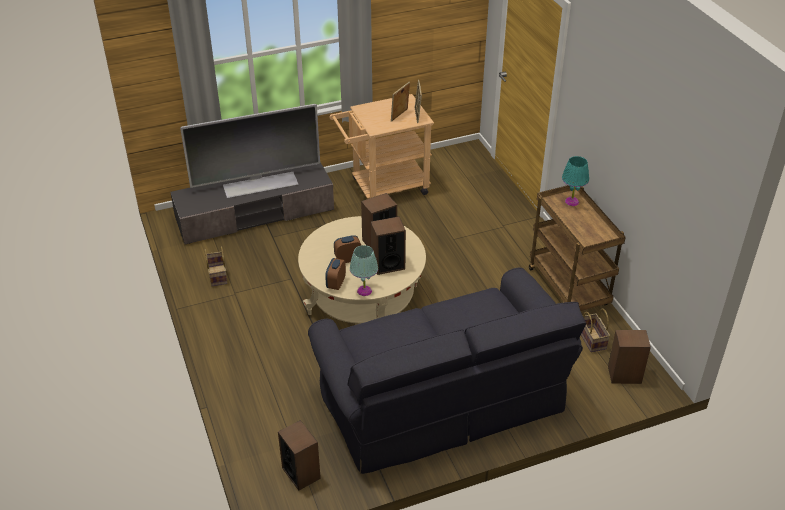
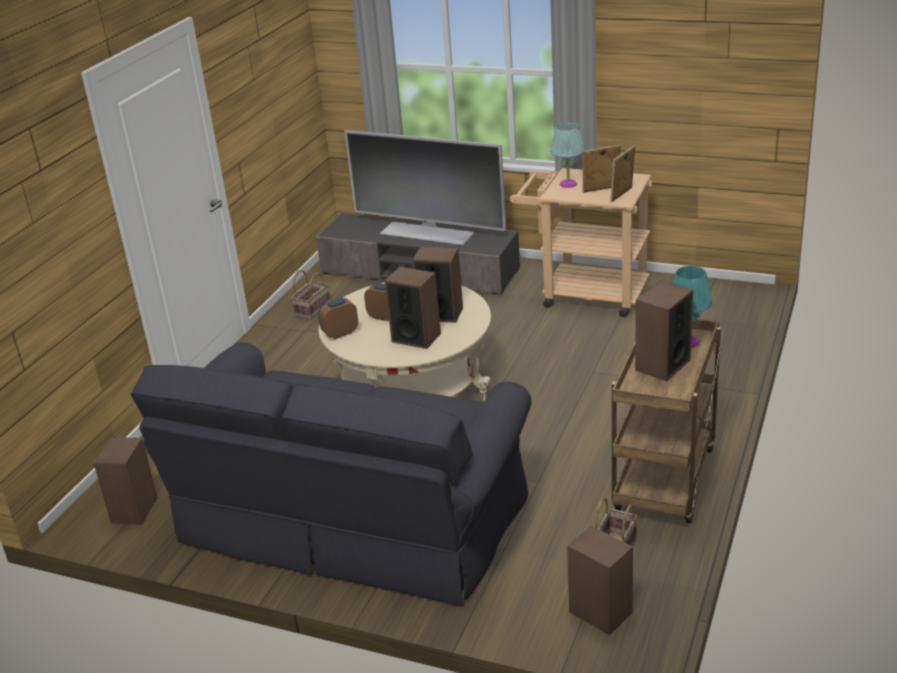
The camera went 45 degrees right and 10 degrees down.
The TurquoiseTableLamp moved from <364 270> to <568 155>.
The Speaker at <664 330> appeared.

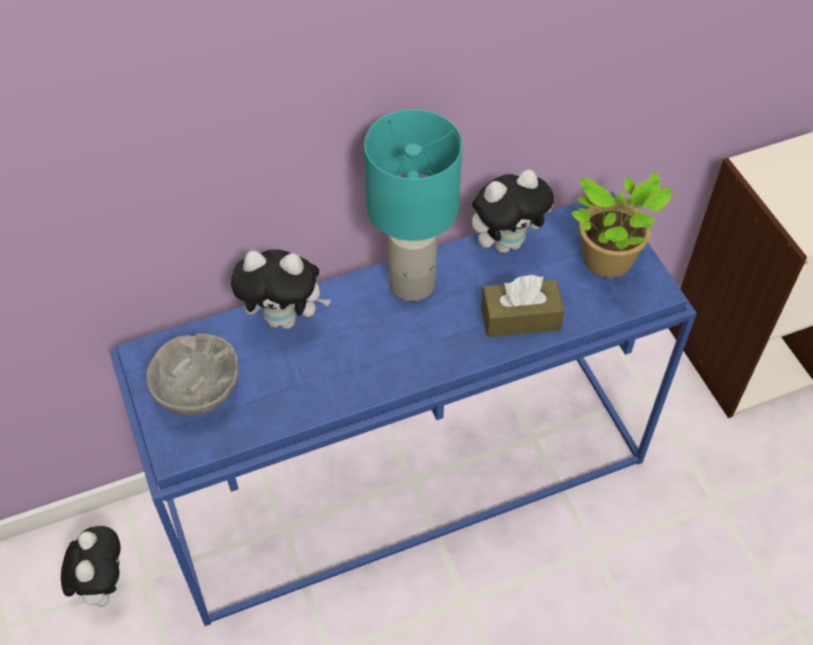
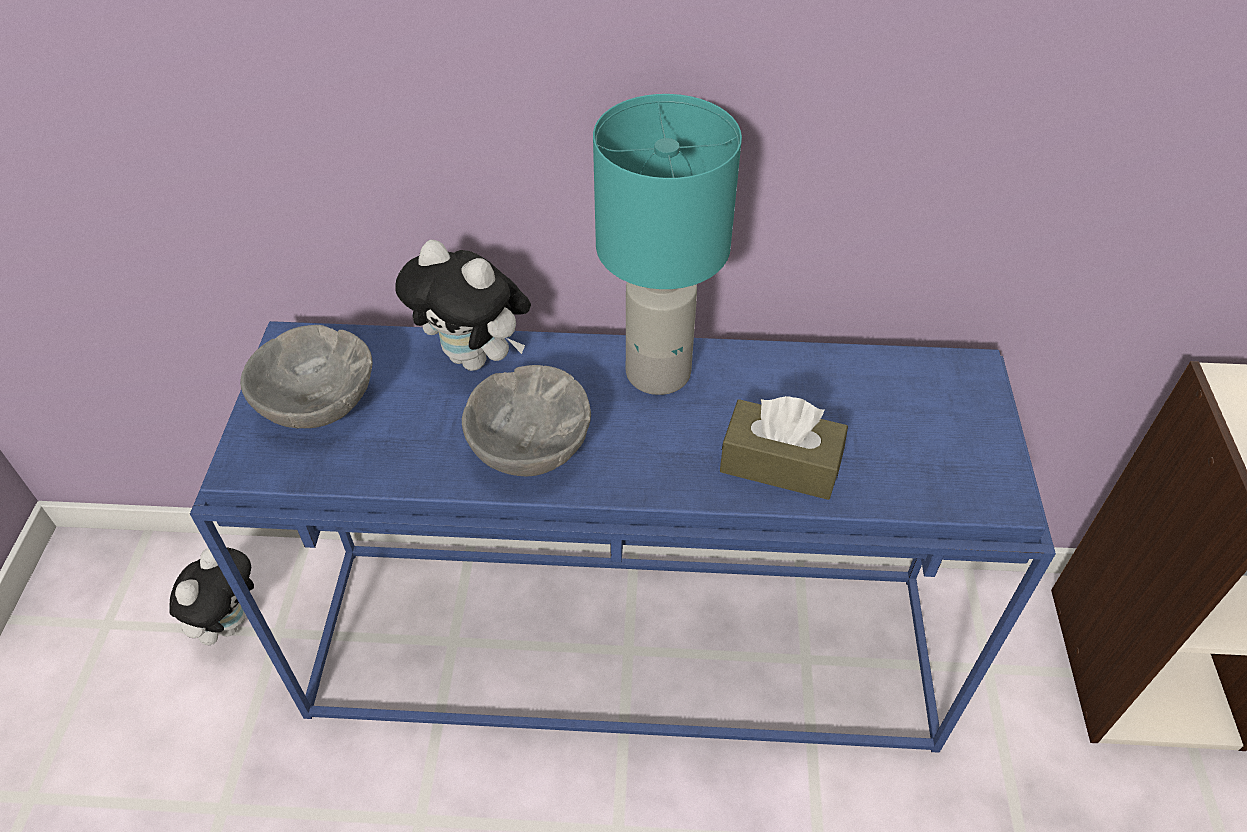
The camera went 25 degrees right and 5 degrees down.
The GreyBowl at <526 420> appeared.
The PlushToy at <513 211> disappeared.
The PottedPlant at <622 225> disappeared.

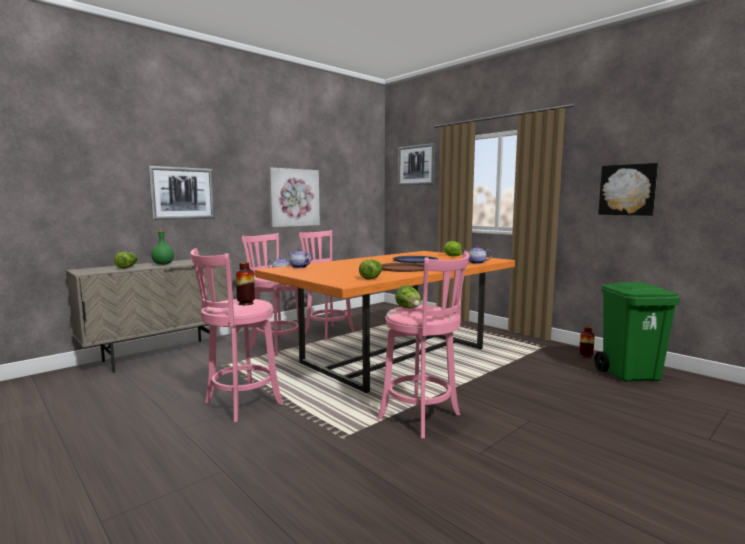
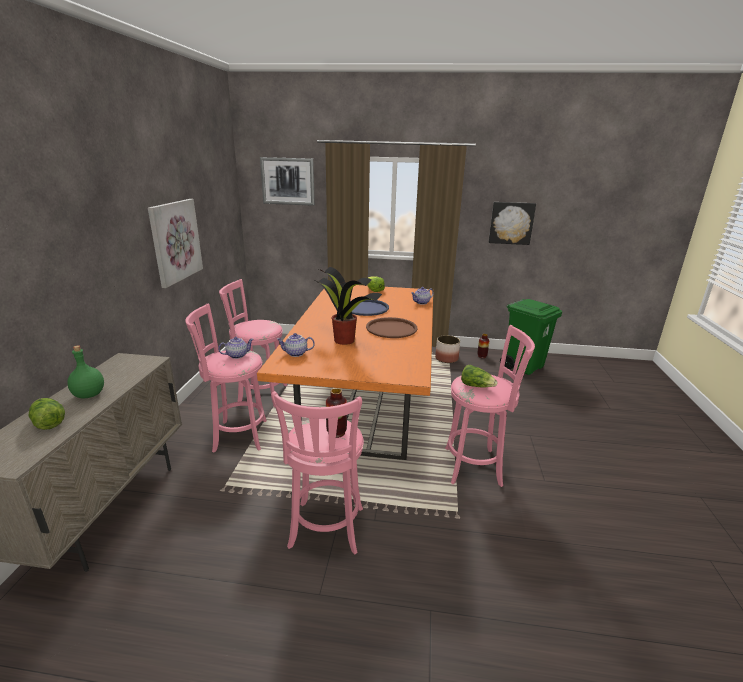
The camera went 40 degrees left and 15 degrees up.
The PottedPlant at <347 305> appeared.
The Planter at <447 349> appeared.
The Picture at <181 193> disappeared.
The Lettuce at <371 269> disappeared.

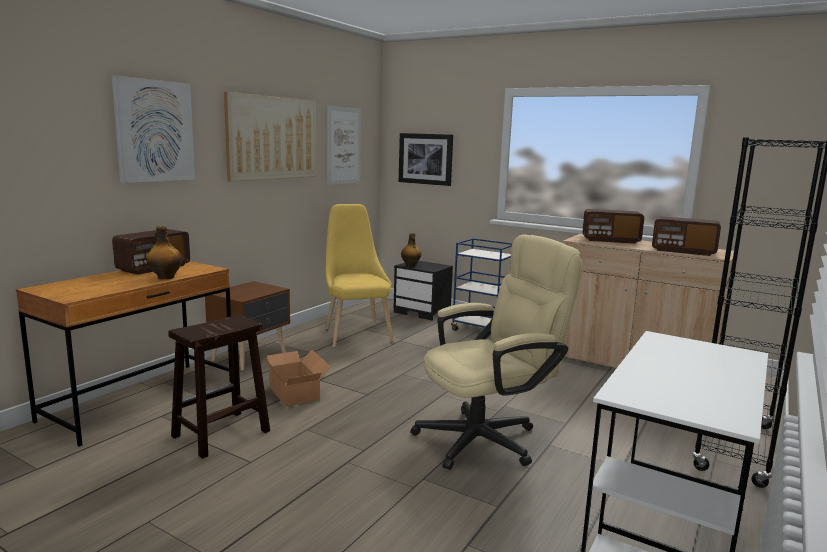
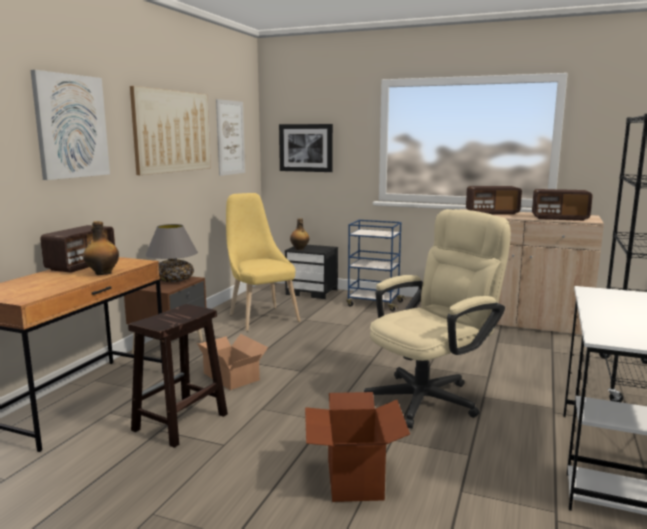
The camera went 10 degrees left and 0 degrees up.
The GreyTableLamp at <171 253> appeared.
The CardboardBox at <357 447> appeared.

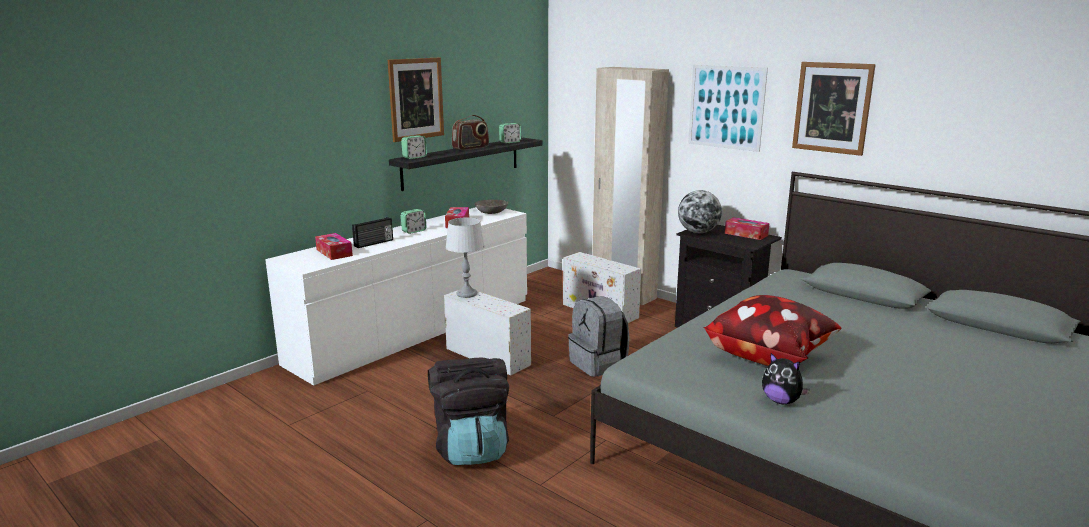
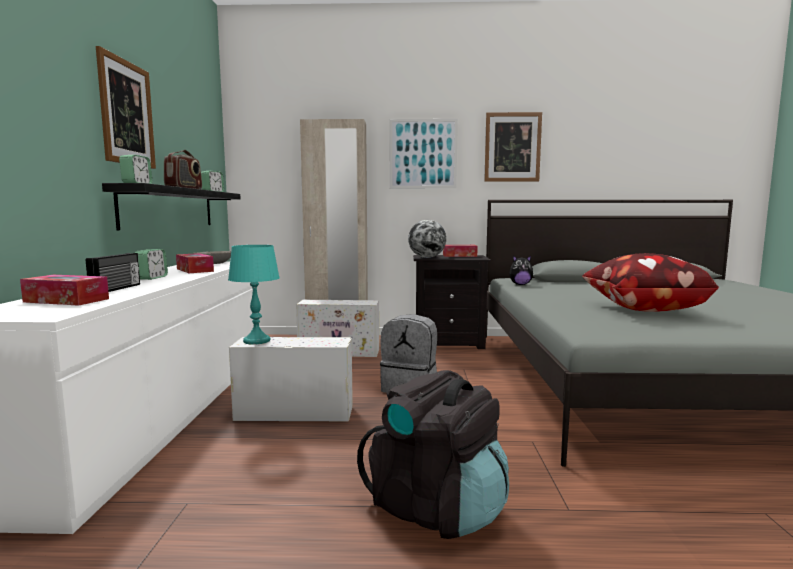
The camera went 40 degrees left and 10 degrees down.
The GreyTableLamp at <465 258> became the TurquoiseTableLamp at <254 295>.
The PlushToy moved from <786 378> to <521 270>.

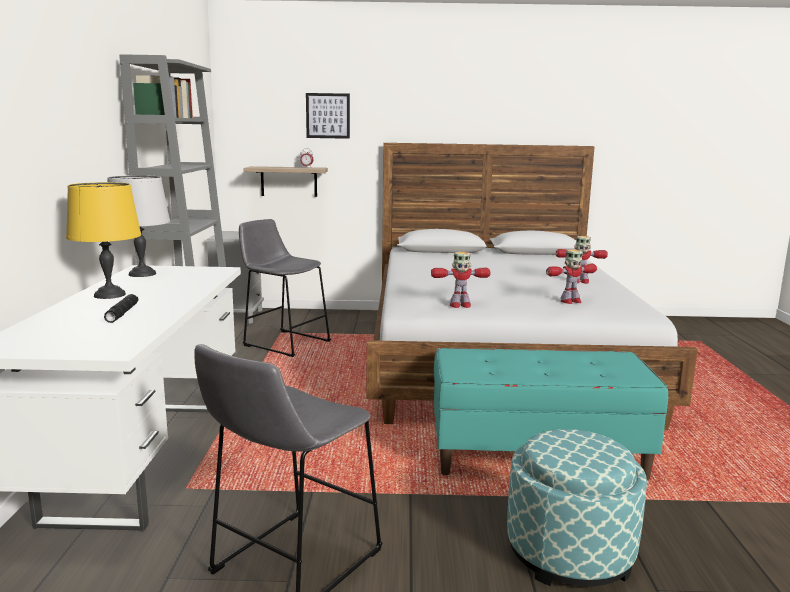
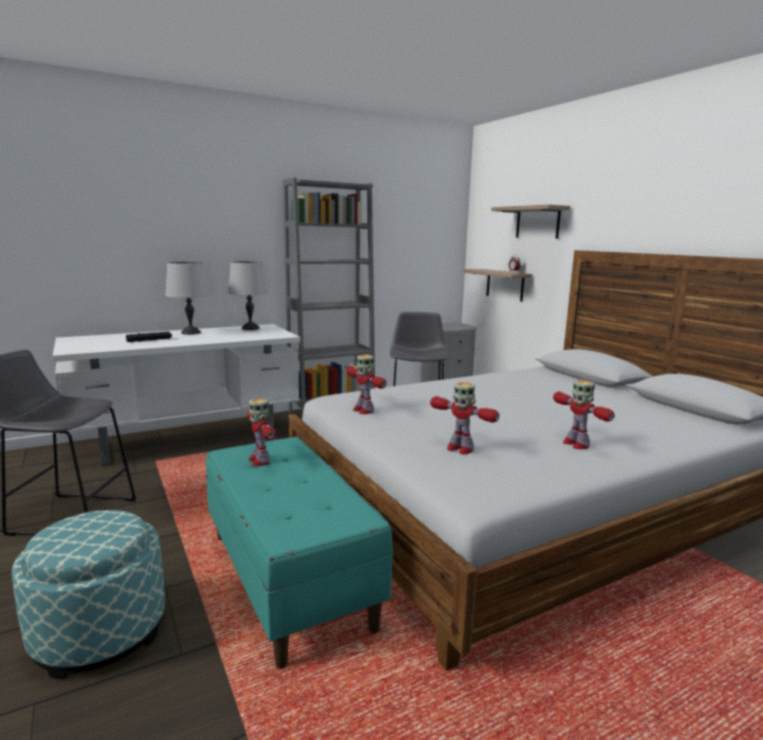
The camera went 60 degrees right and 0 degrees up.
The YellowTableLamp at <103 240> became the GreyTableLamp at <188 298>.
The ToyRobot at <261 432> appeared.
The Picture at <328 116> was replaced by the Shelf at <530 221>.

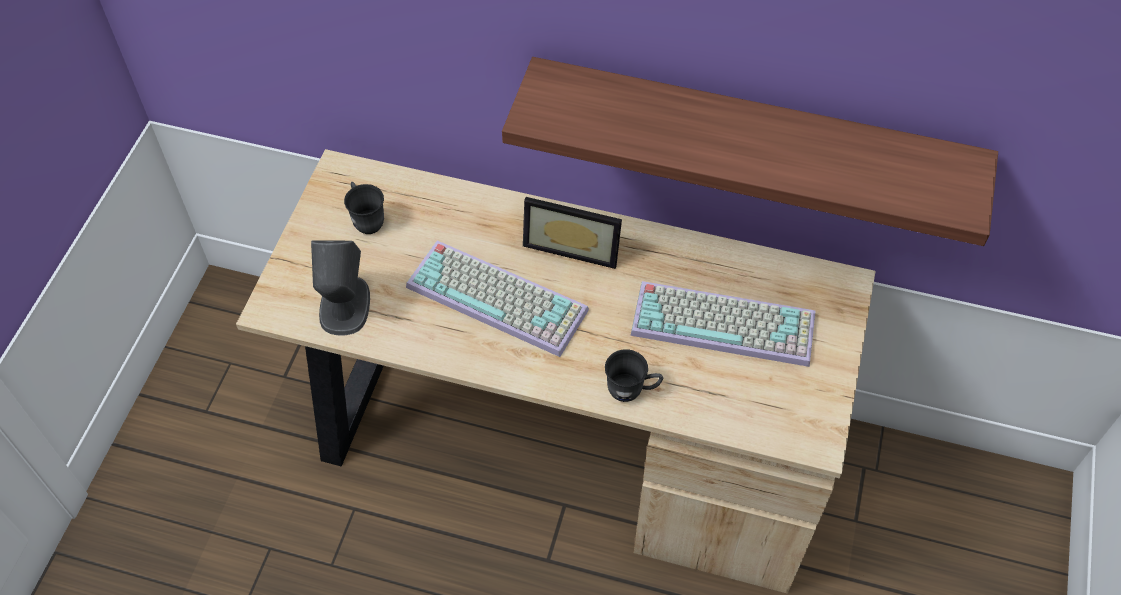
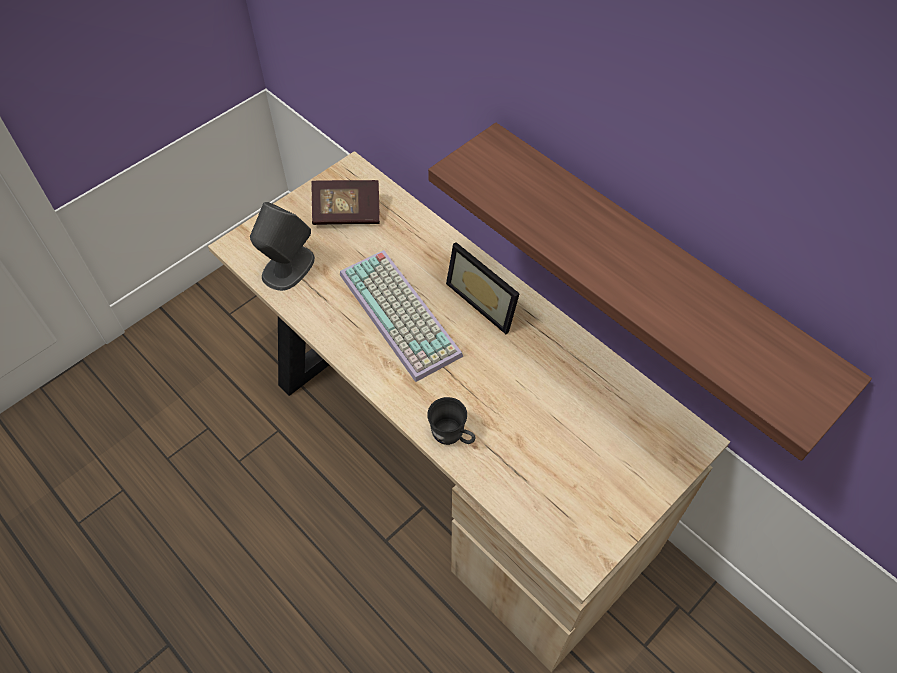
The camera went 30 degrees right and 0 degrees up.
The GreyMug at <364 208> was replaced by the Book at <345 202>.
The Keyboard at <723 324> disappeared.

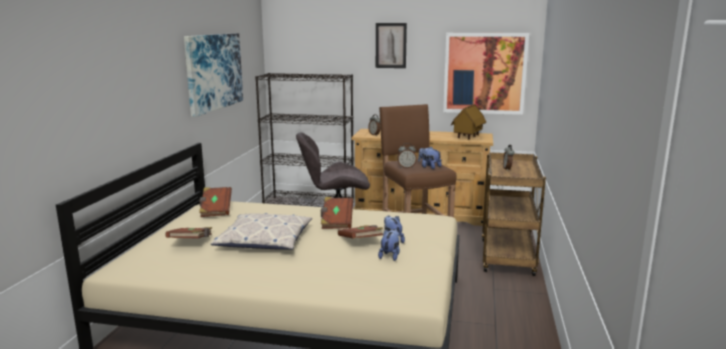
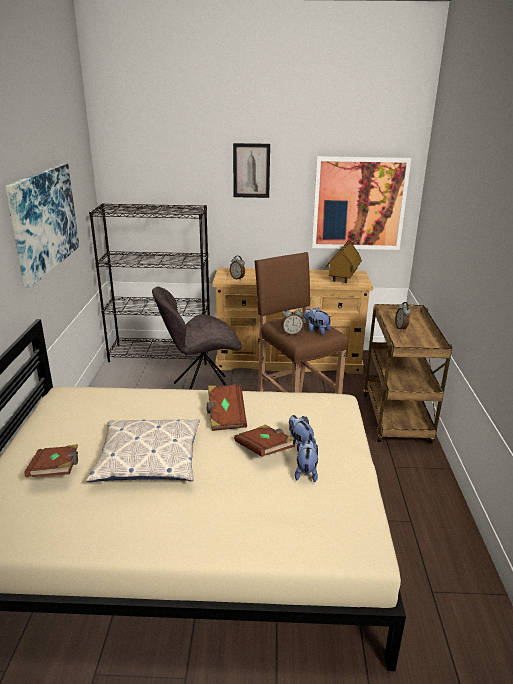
The camera went 10 degrees left and 10 degrees up.
The BrownBook at <215 202> disappeared.

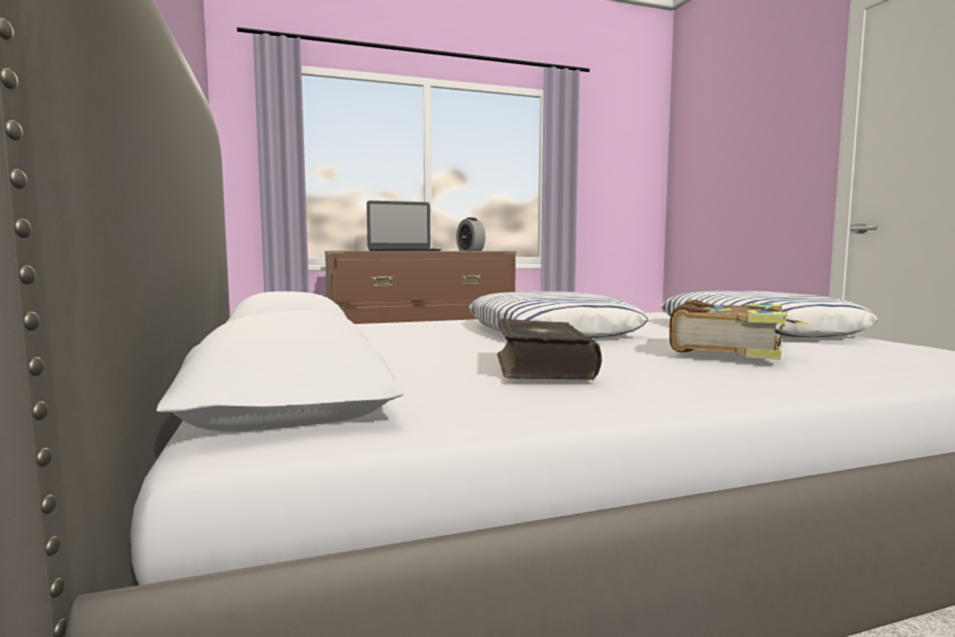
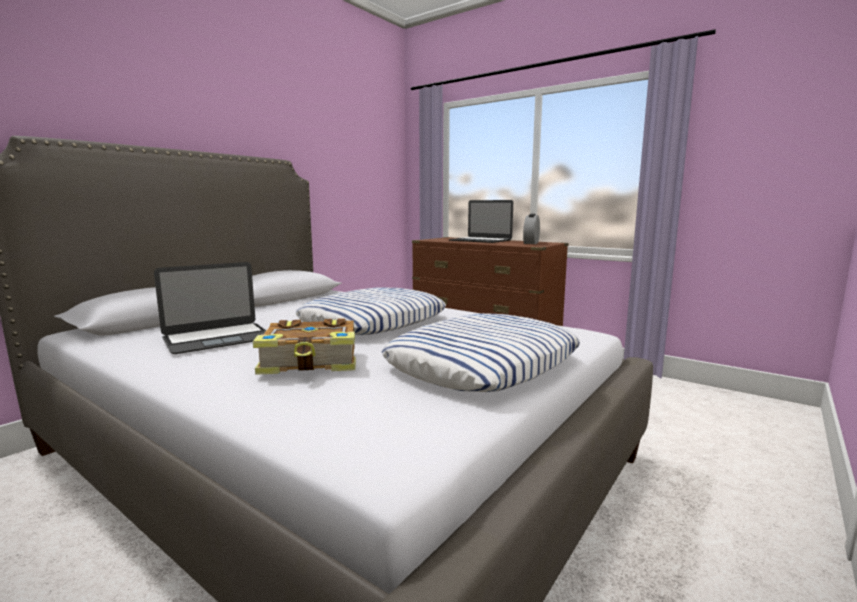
The camera went 55 degrees right and 5 degrees up.
The Book at <549 349> was replaced by the Laptop at <210 308>.

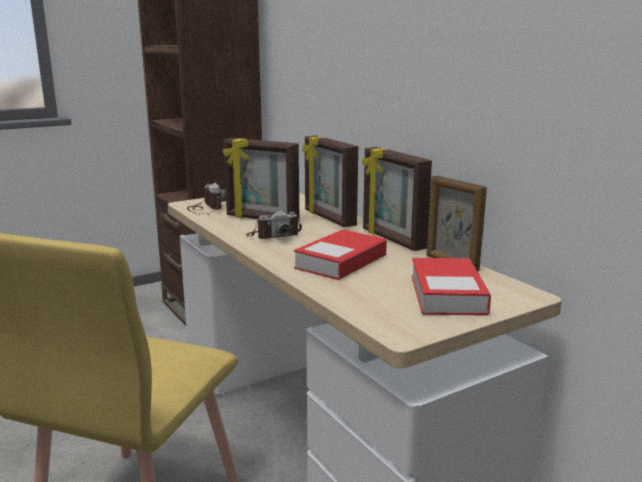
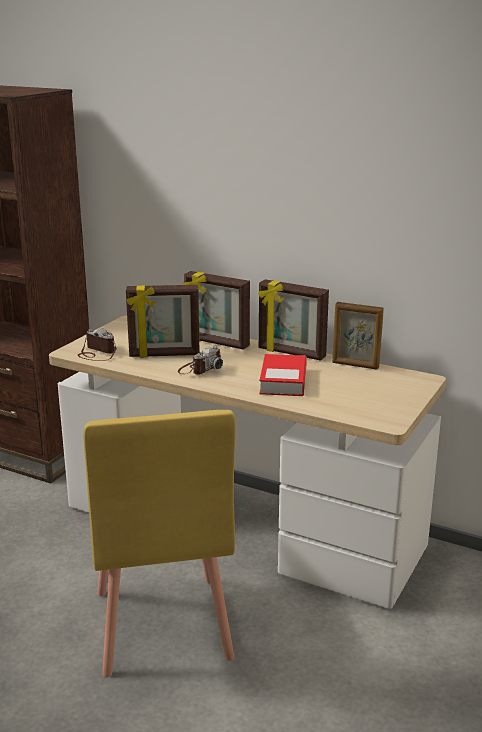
The camera went 30 degrees left and 5 degrees up.
The Book at <451 287> disappeared.

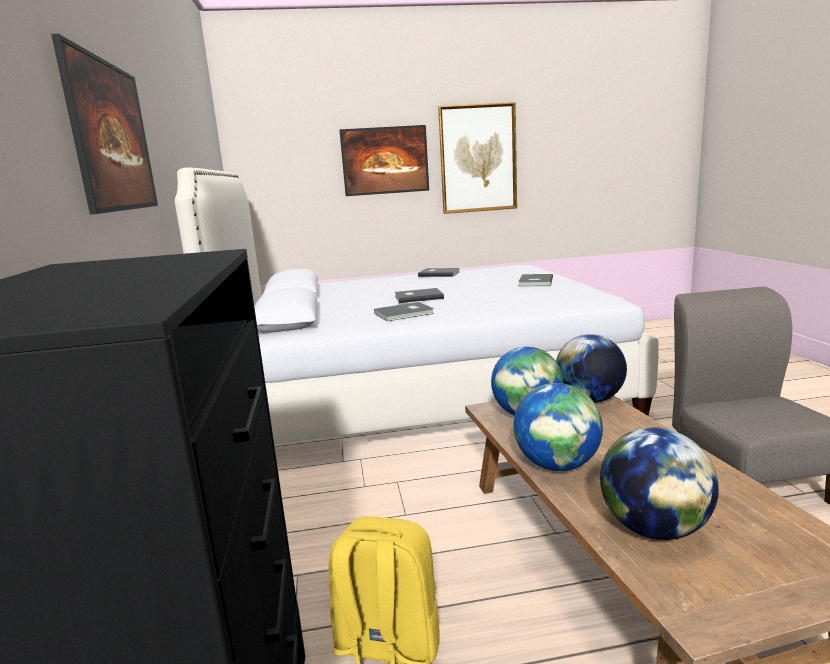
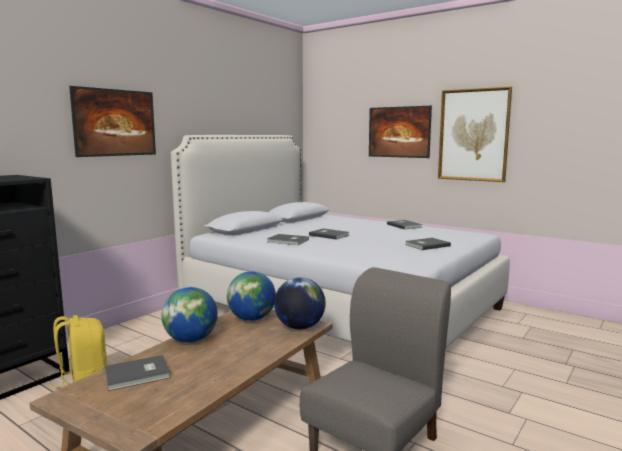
The camera went 45 degrees right and 5 degrees down.
The Globe at <659 483> was replaced by the GreyBook at <138 373>.

